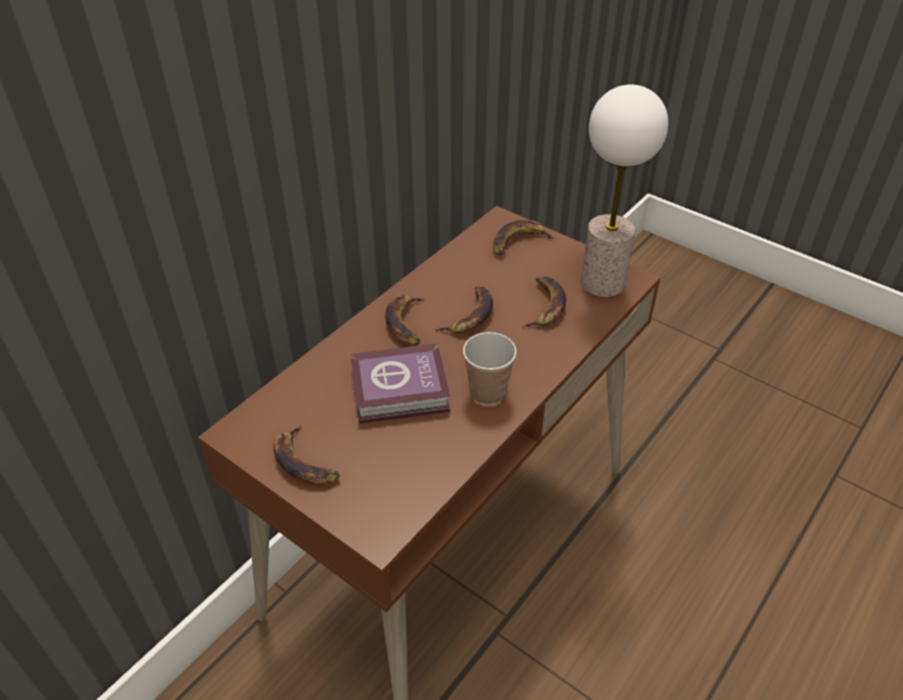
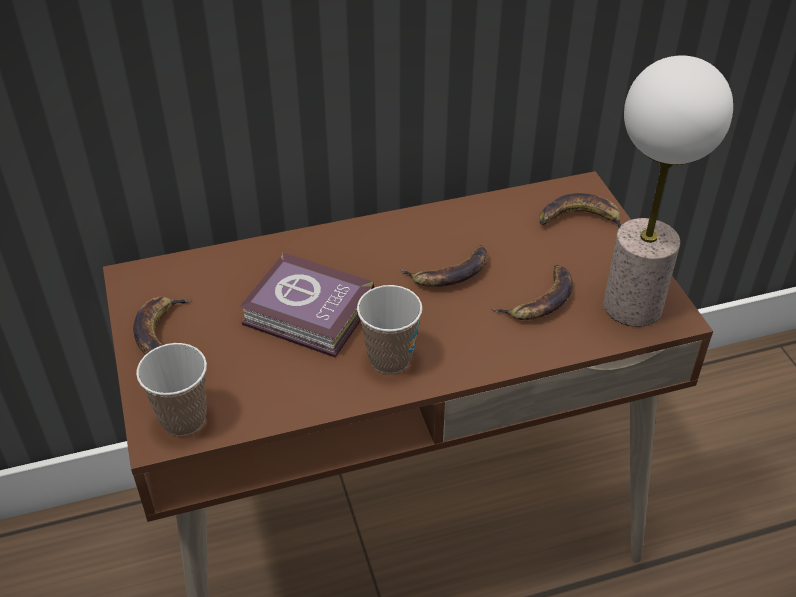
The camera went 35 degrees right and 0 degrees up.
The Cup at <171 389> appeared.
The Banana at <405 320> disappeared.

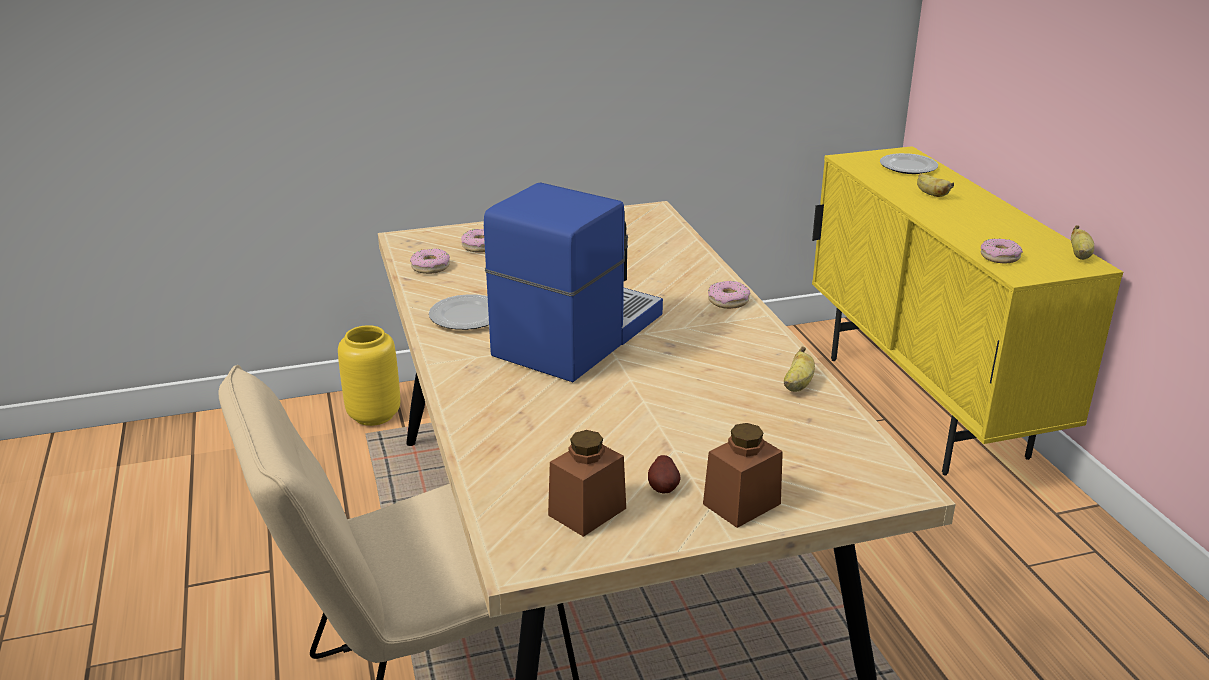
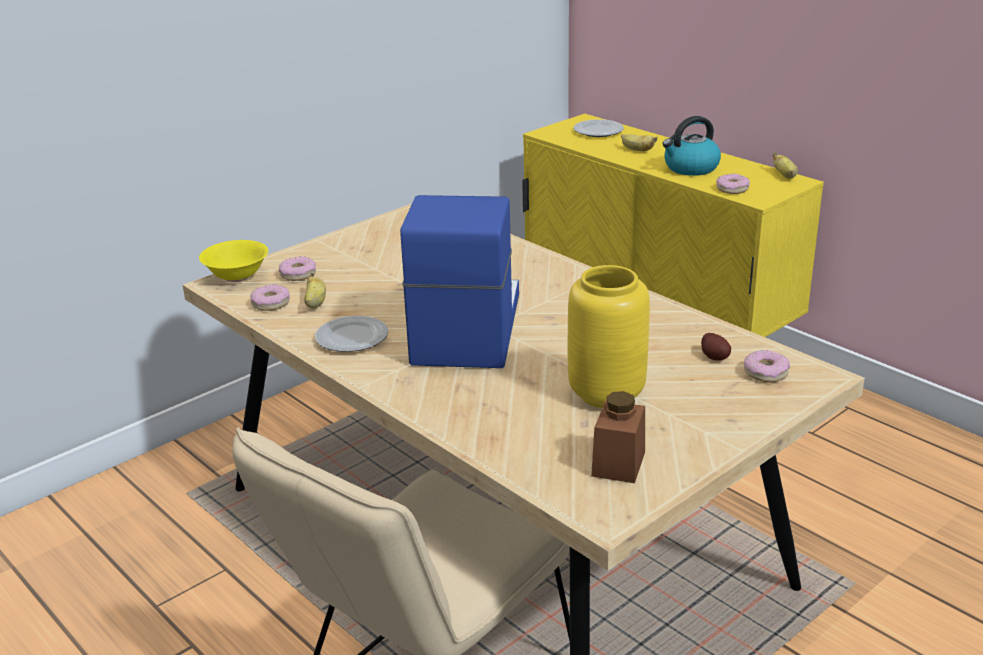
The camera went 25 degrees left and 0 degrees up.
The YellowBowl at <233 261> appeared.
The Banana moved from <799 369> to <315 291>.
The YellowVase moved from <369 375> to <609 336>.
The Kettle at <691 146> appeared.
The Potato moved from <664 474> to <716 347>.
The Donut moved from <729 295> to <767 366>.
The BrownJar at <743 475> disappeared.

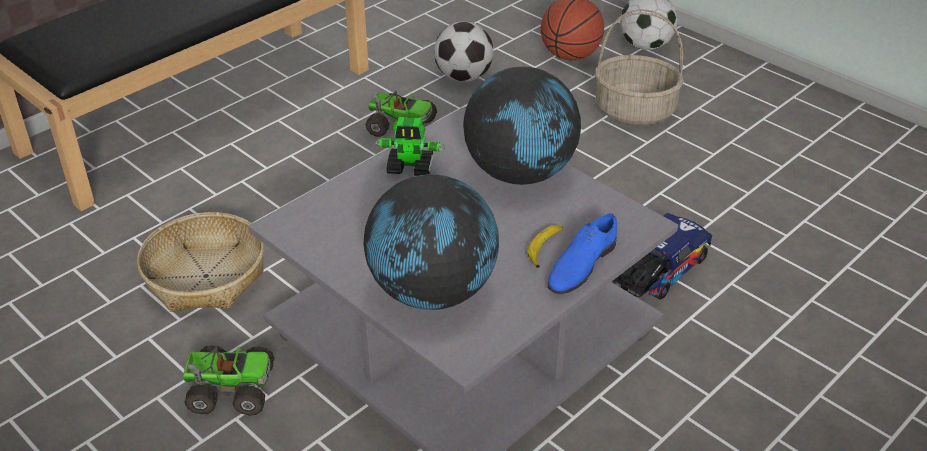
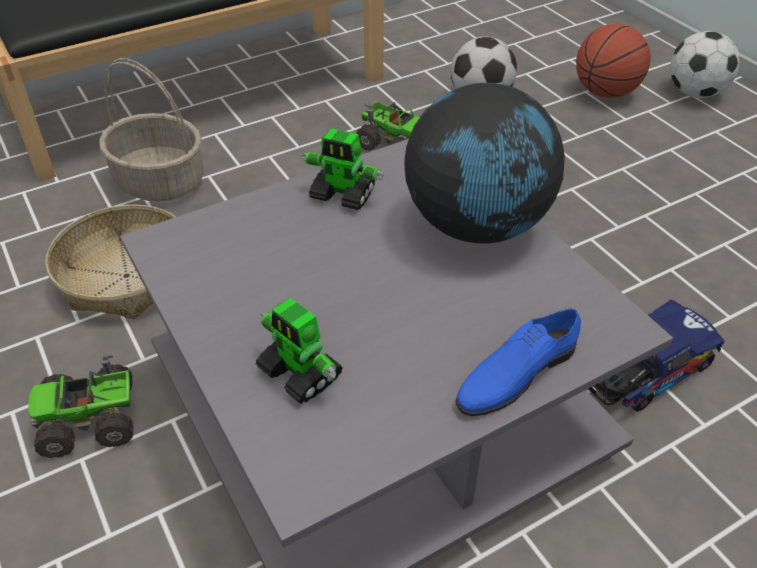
The camera went 15 degrees right and 5 degrees up.
The ToyTruck at <229 380> turned 150 degrees clockwise.
The Basket moved from <639 67> to <151 130>.
The Globe at <431 242> was replaced by the ToyRobot at <299 351>.
The Banana at <545 246> disappeared.

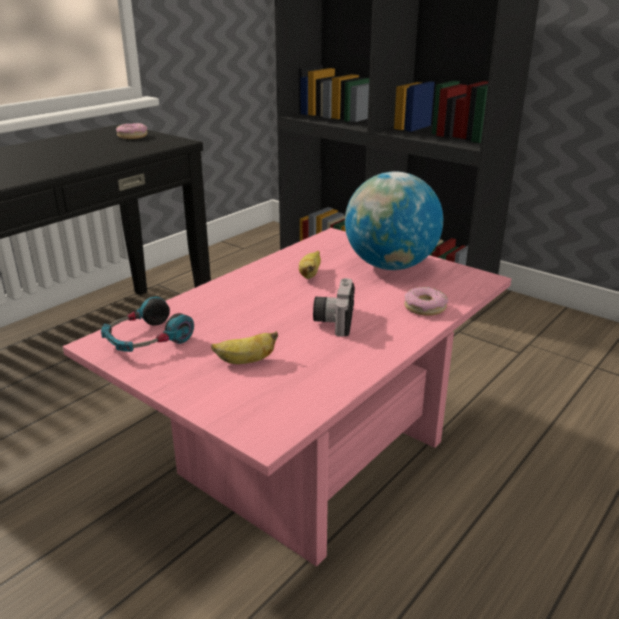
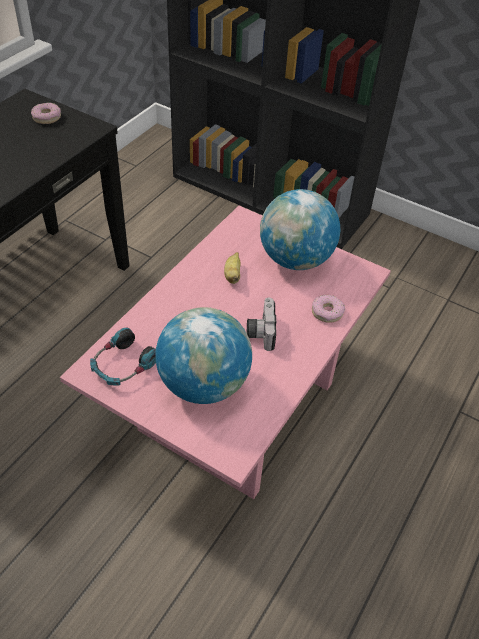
The camera went 10 degrees left and 20 degrees up.
The Banana at <244 347> was replaced by the Globe at <203 355>.

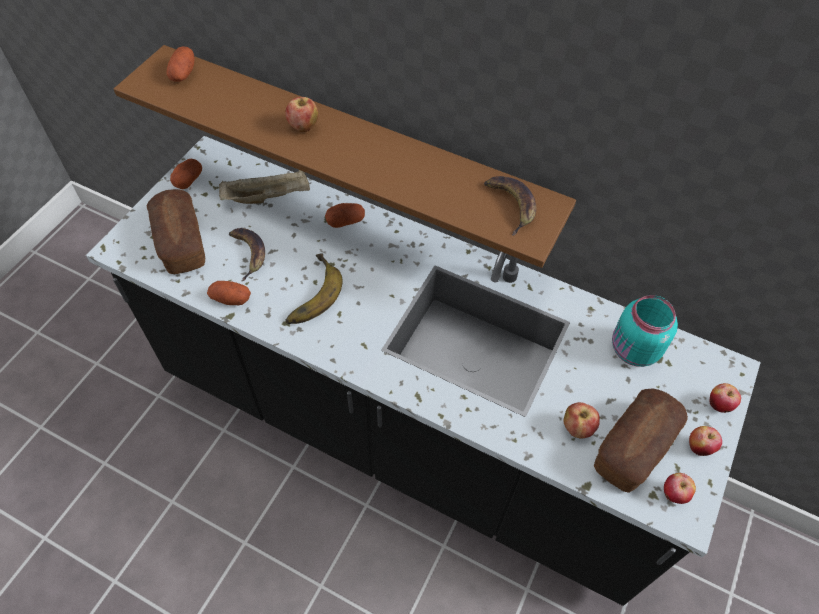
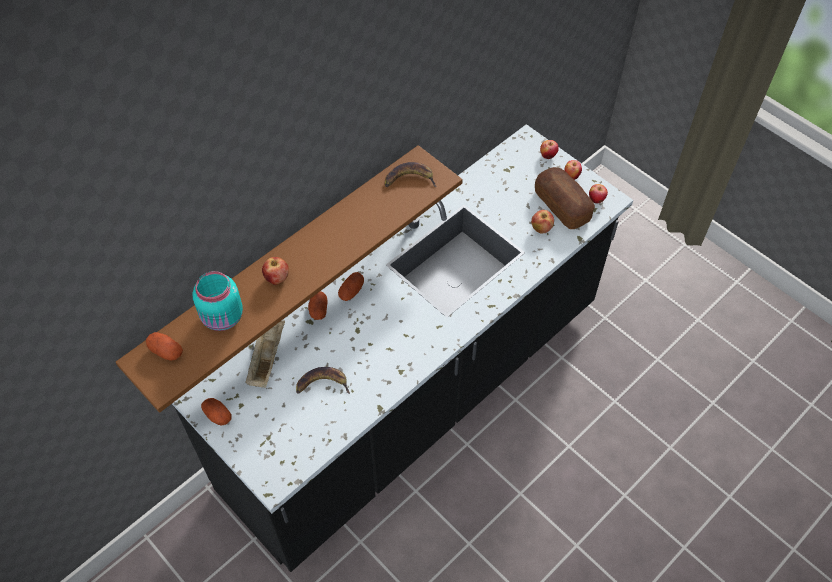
The camera went 70 degrees left and 0 degrees up.
The TurquoiseJar moved from <645 331> to <218 301>.
The Potato moved from <229 293> to <351 286>.
The Bread at <175 231> disappeared.
The Banana at <313 288> disappeared.

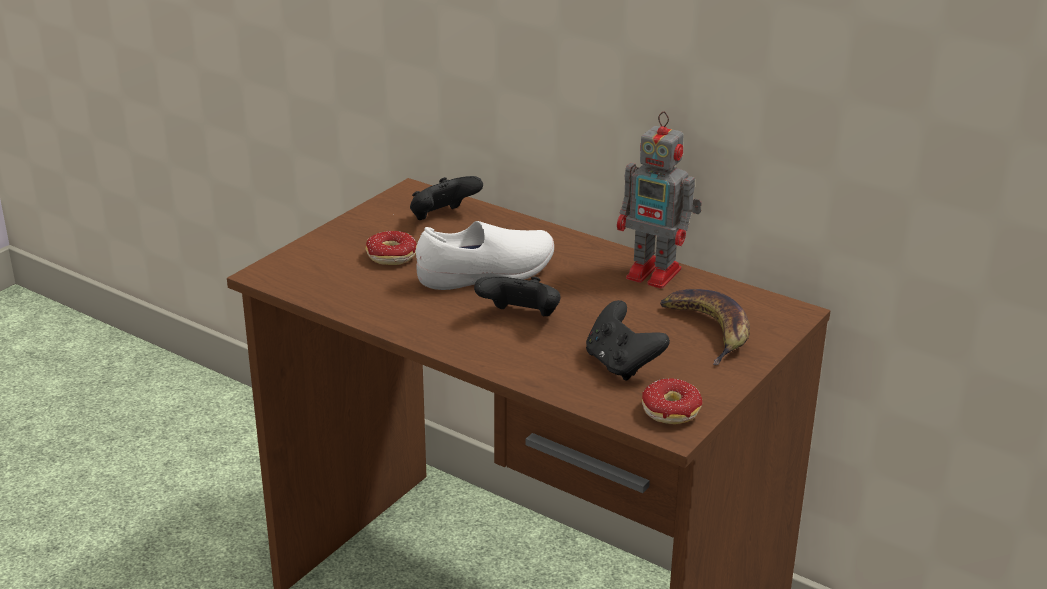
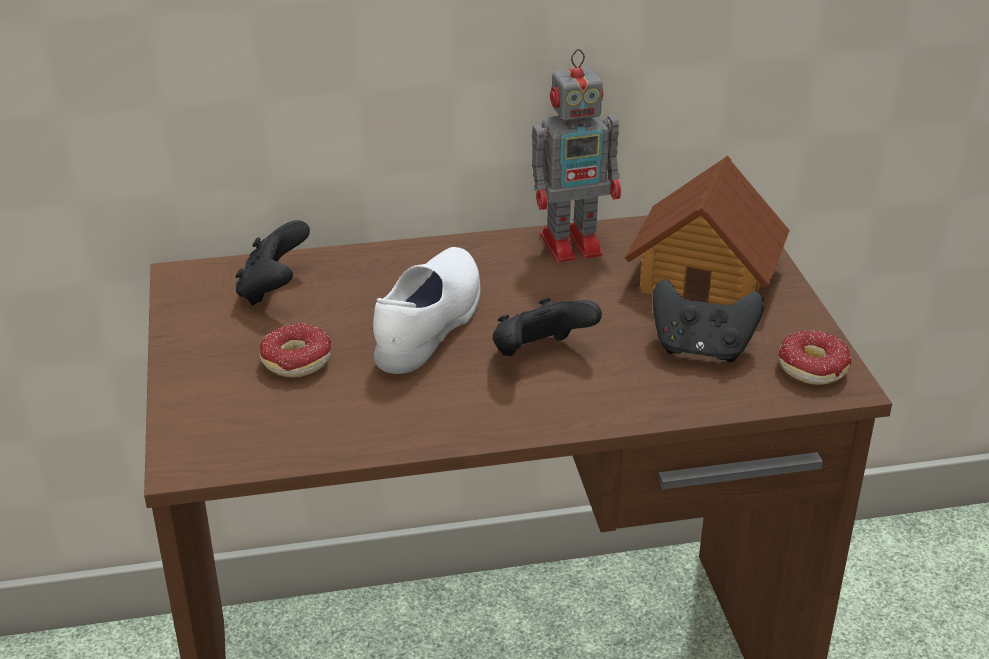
The camera went 45 degrees left and 5 degrees up.
The Banana at <705 327> was replaced by the ToyHouse at <707 230>.

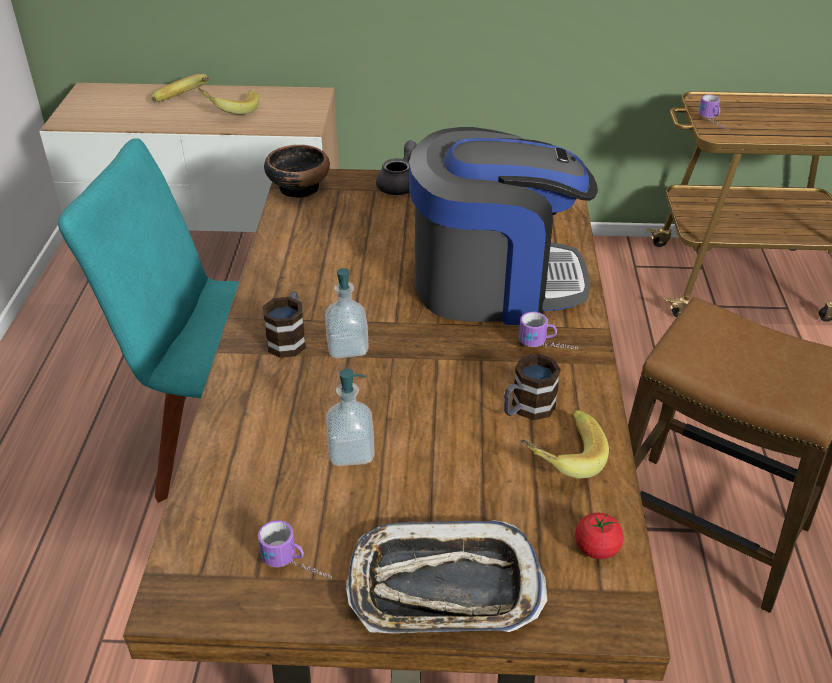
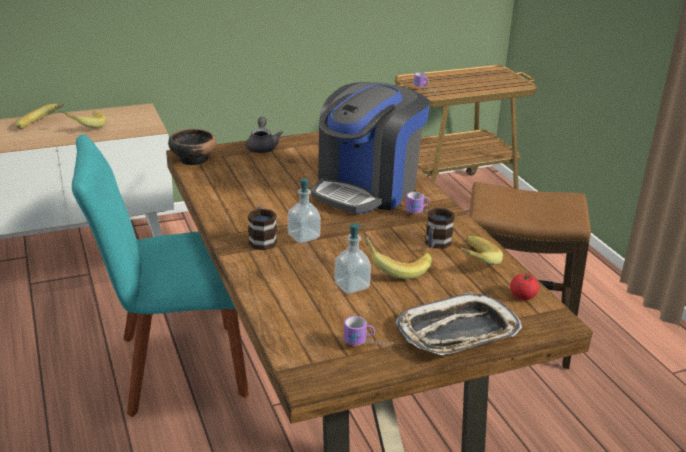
The camera went 25 degrees left and 10 degrees down.
The CoffeeMachine at <503 226> turned 150 degrees clockwise.
The Banana at <398 257> appeared.

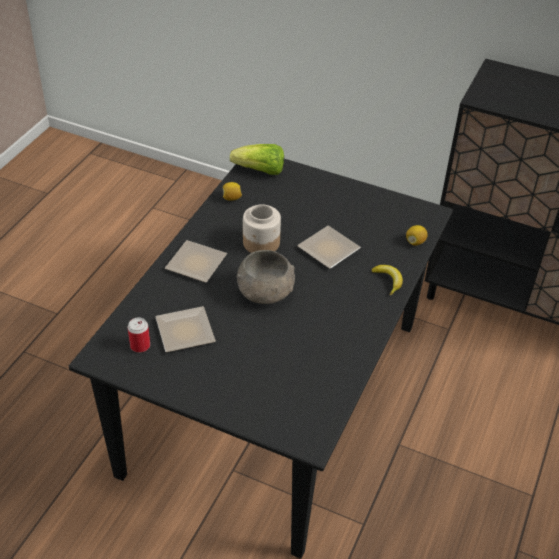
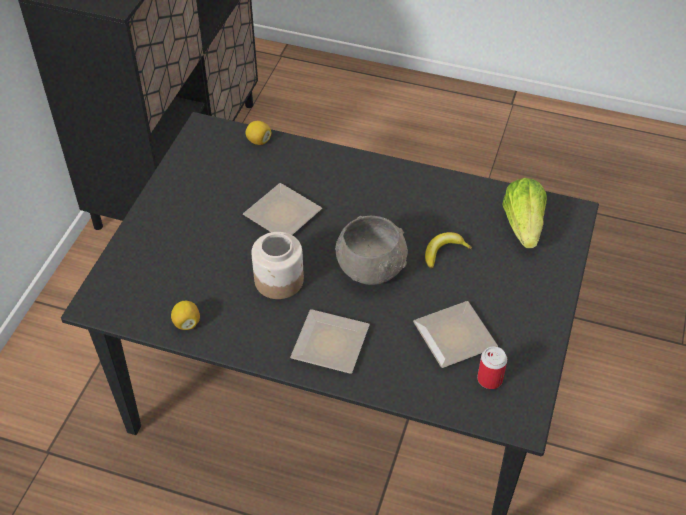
The camera went 95 degrees left and 5 degrees up.
The Banana moved from <387 280> to <448 250>.
The Lettuce moved from <257 159> to <524 213>.

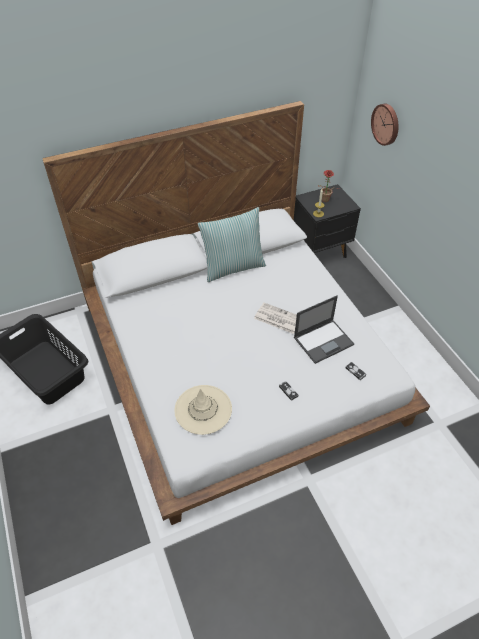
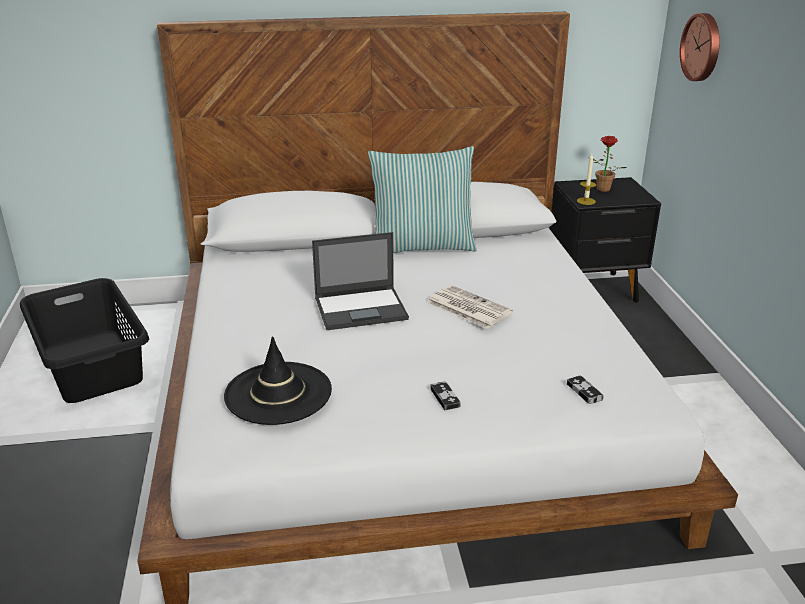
The camera went 15 degrees right and 20 degrees down.
The BeigeHat at <203 410> became the BlackHat at <278 380>.
The Laptop moved from <324 329> to <360 281>.

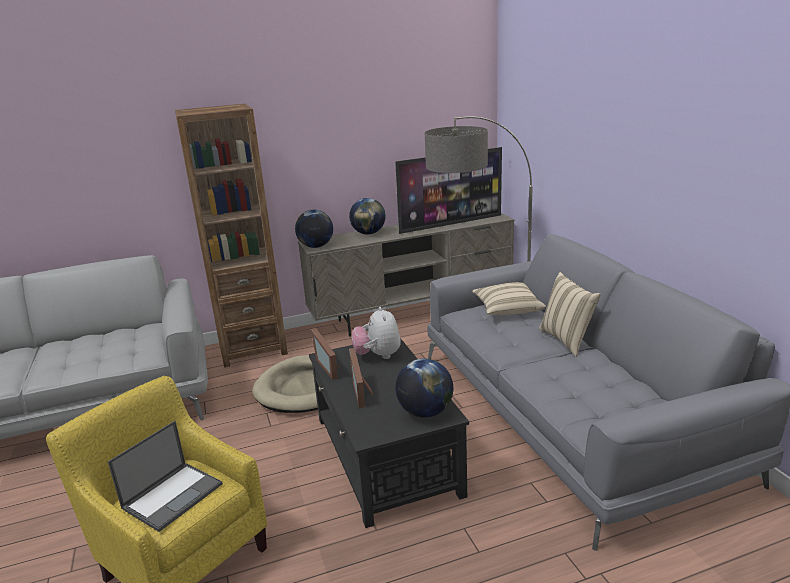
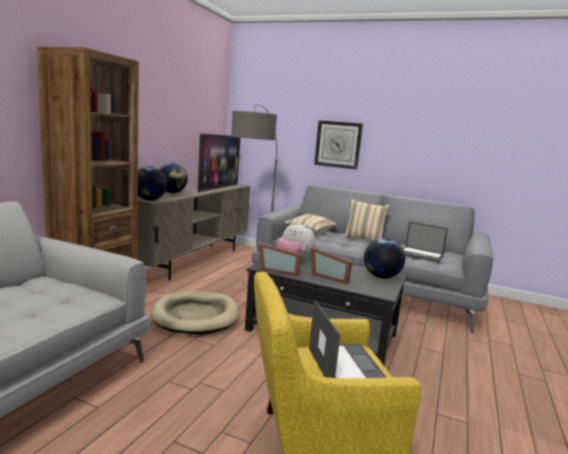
The camera went 50 degrees left and 10 degrees down.
The WallClock at <338 145> appeared.
The Laptop at <425 241> appeared.

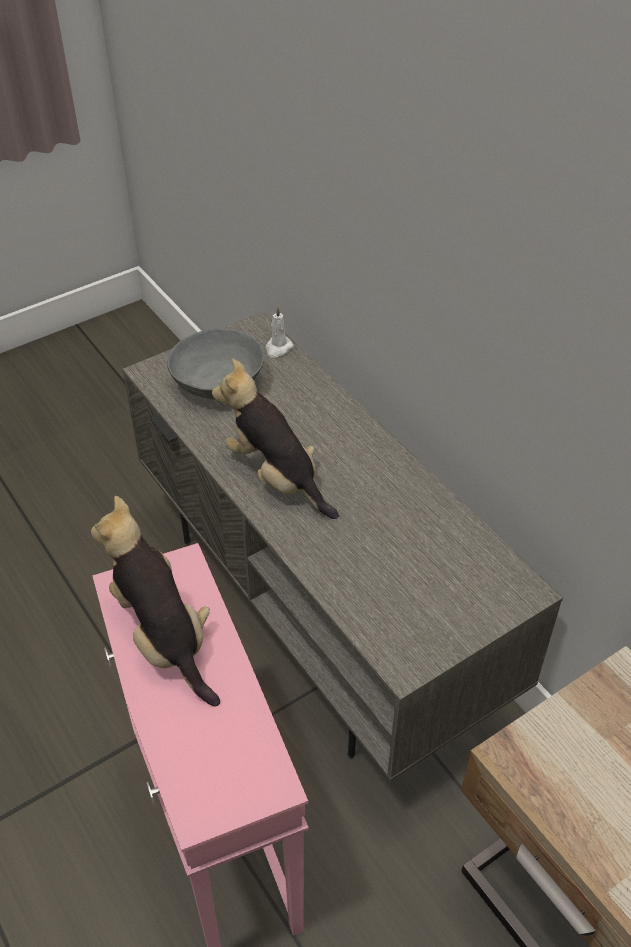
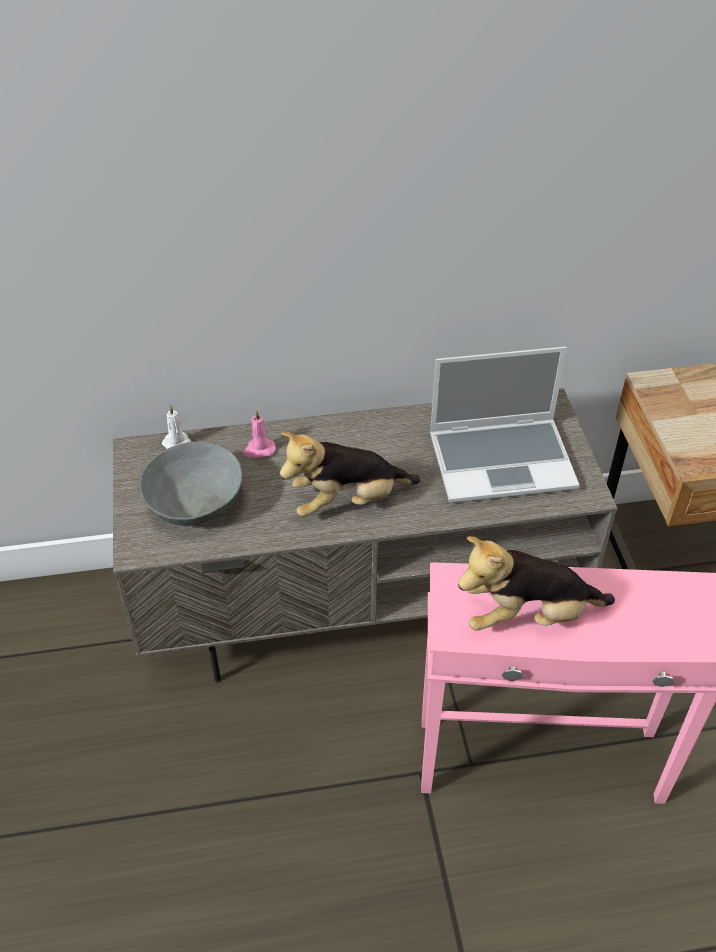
The camera went 65 degrees left and 0 degrees up.
The PinkCandle at <259 434> appeared.
The Laptop at <504 425> appeared.

